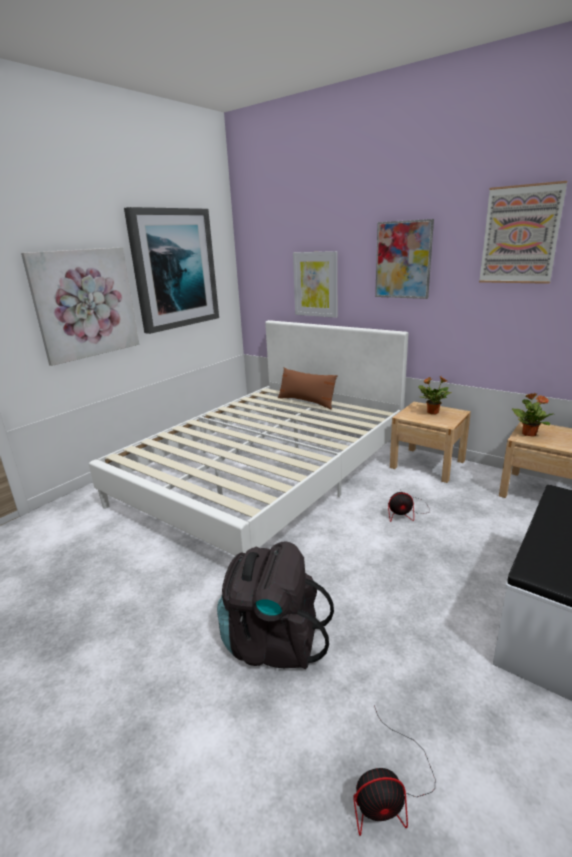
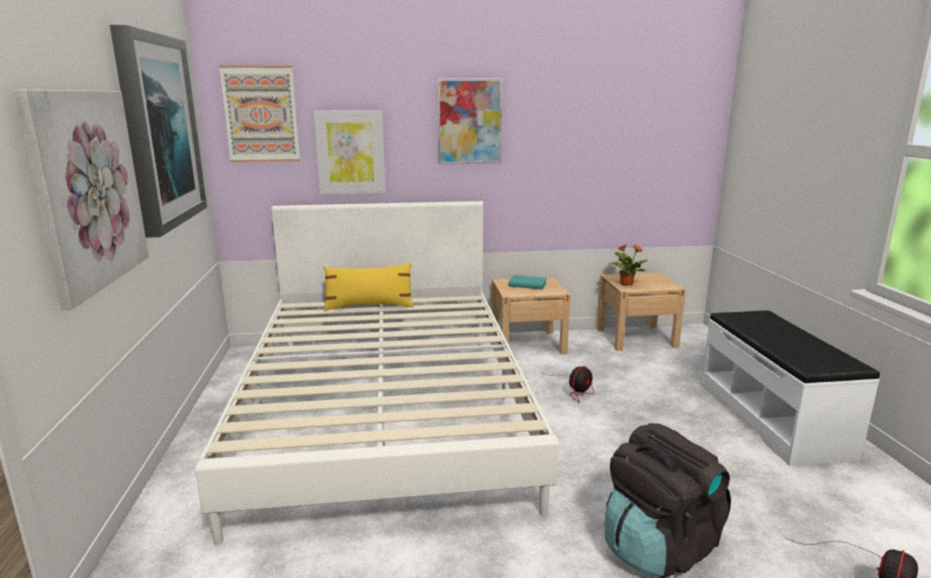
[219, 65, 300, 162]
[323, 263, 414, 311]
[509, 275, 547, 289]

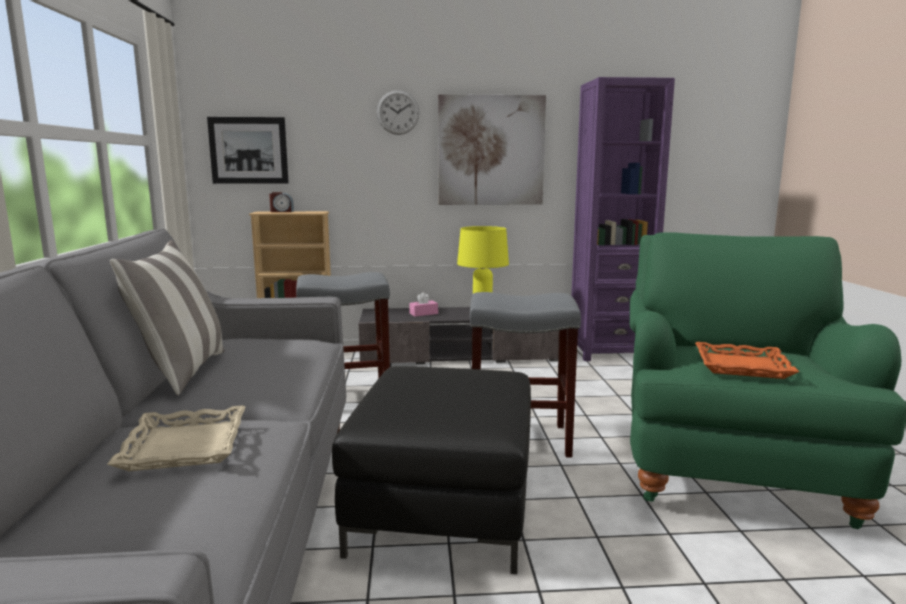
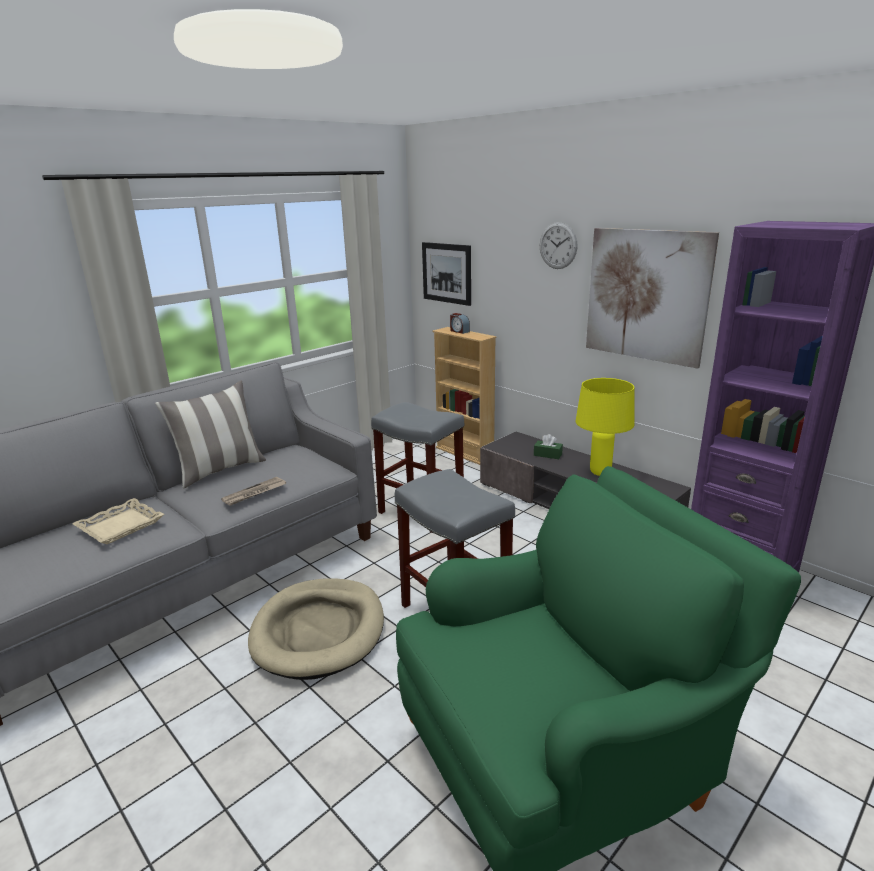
[534, 434, 563, 459]
[695, 342, 799, 379] (first image)
[248, 578, 384, 680]
[221, 477, 286, 506]

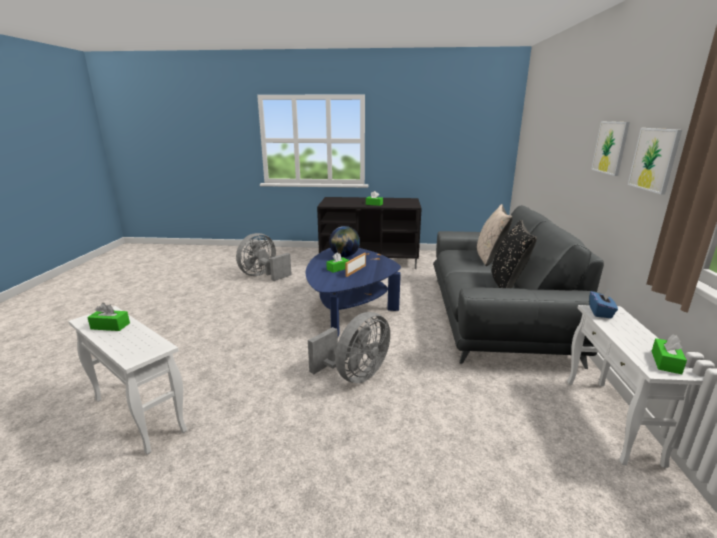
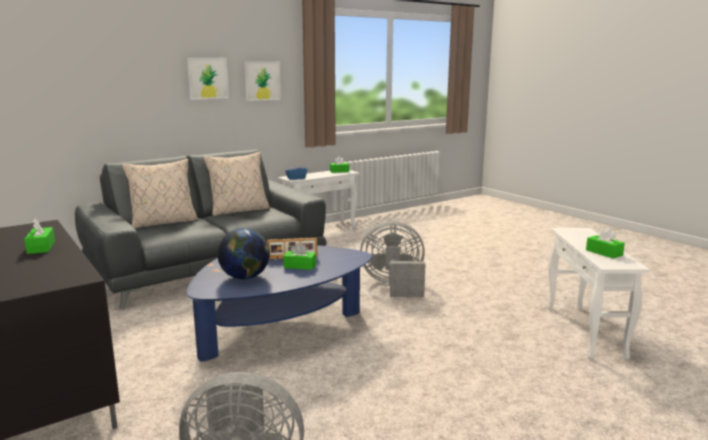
[203, 152, 270, 216]

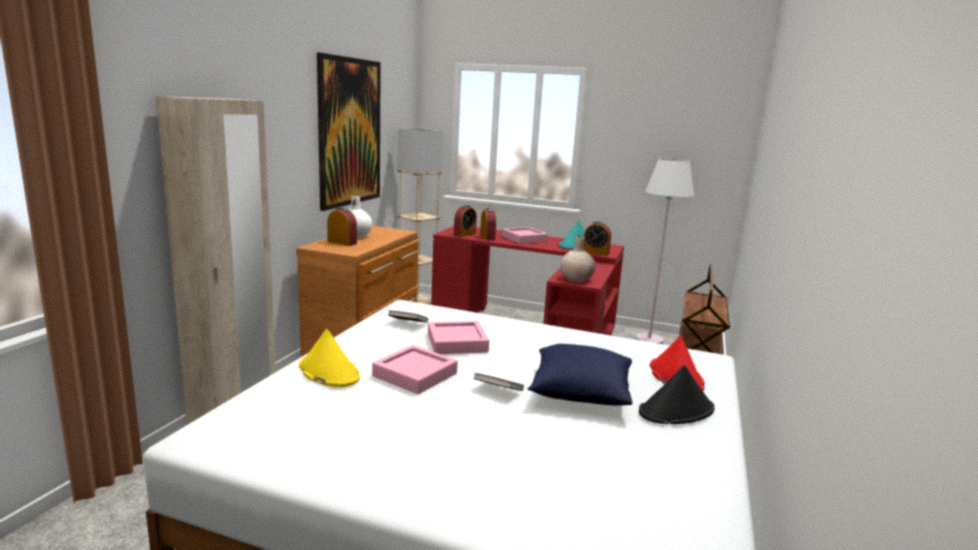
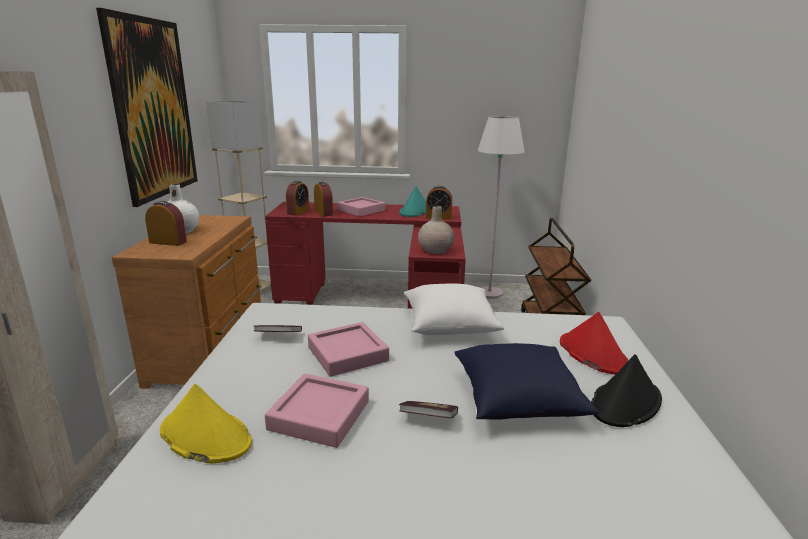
[404, 283, 504, 335]

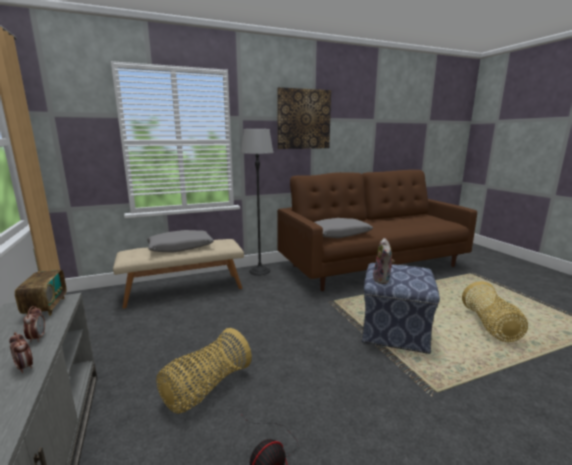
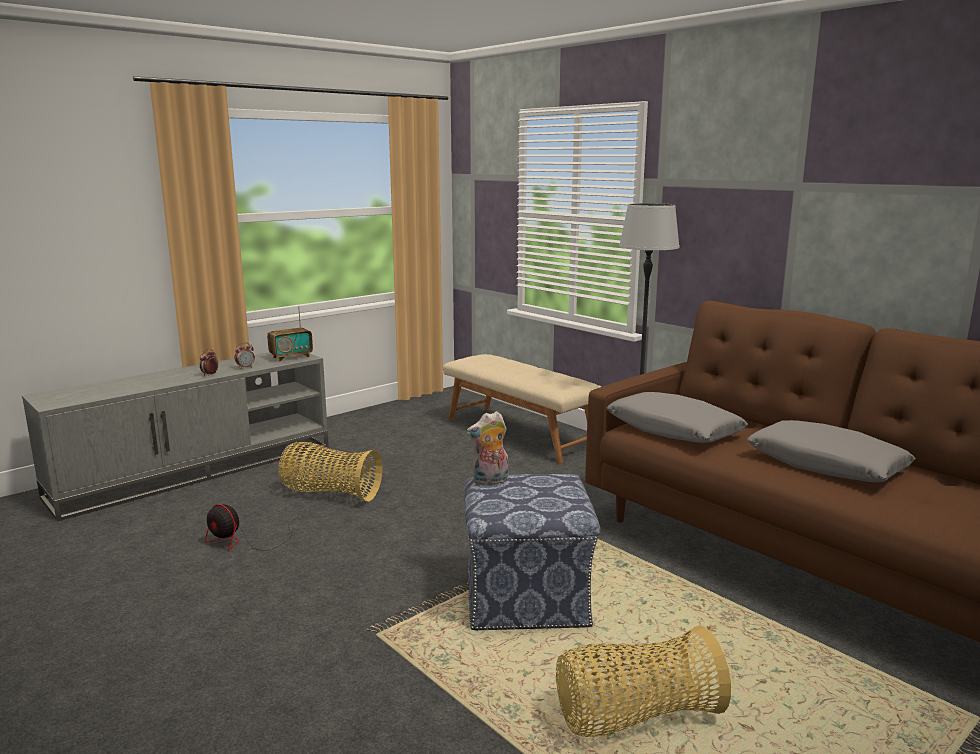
[277, 87, 331, 149] (first image)
[747, 420, 916, 482]

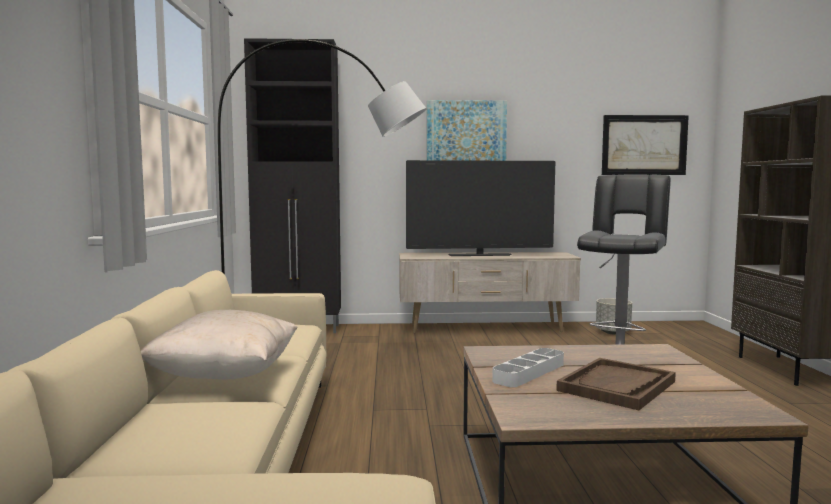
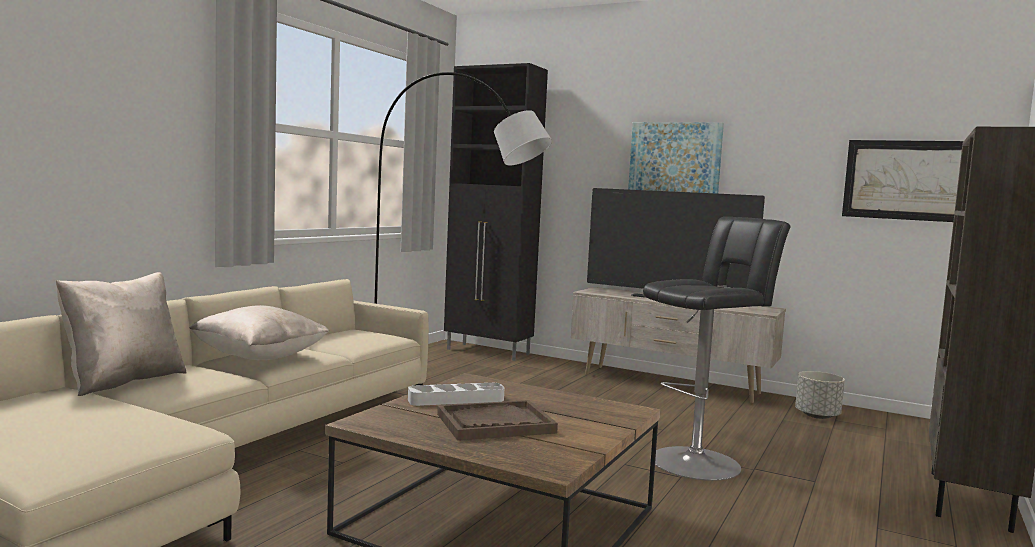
[56, 272, 187, 396]

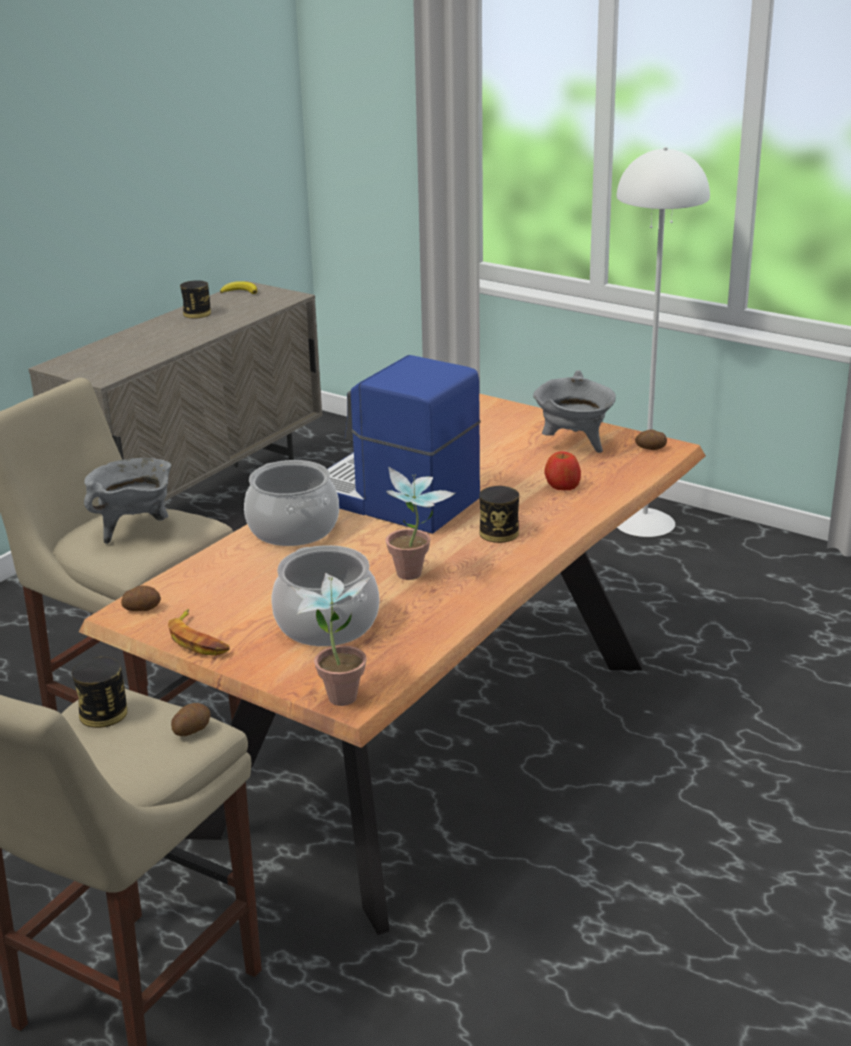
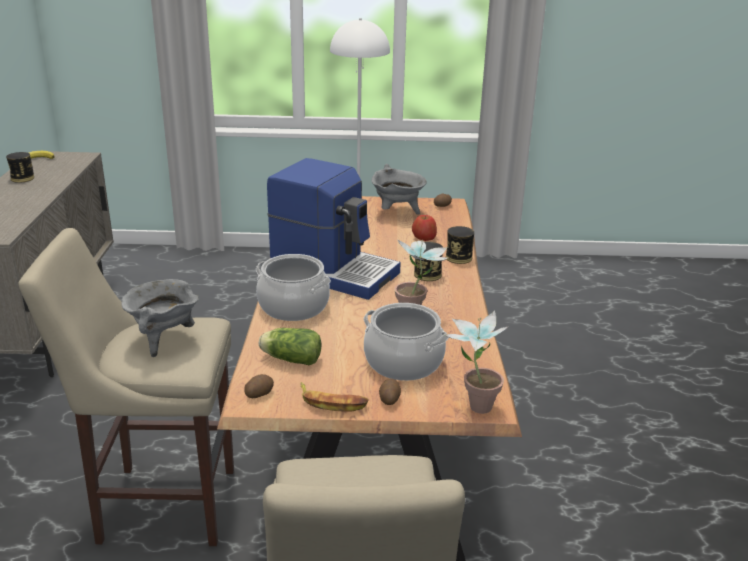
[267, 158, 401, 300]
[446, 226, 474, 264]
[379, 379, 401, 405]
[259, 328, 321, 365]

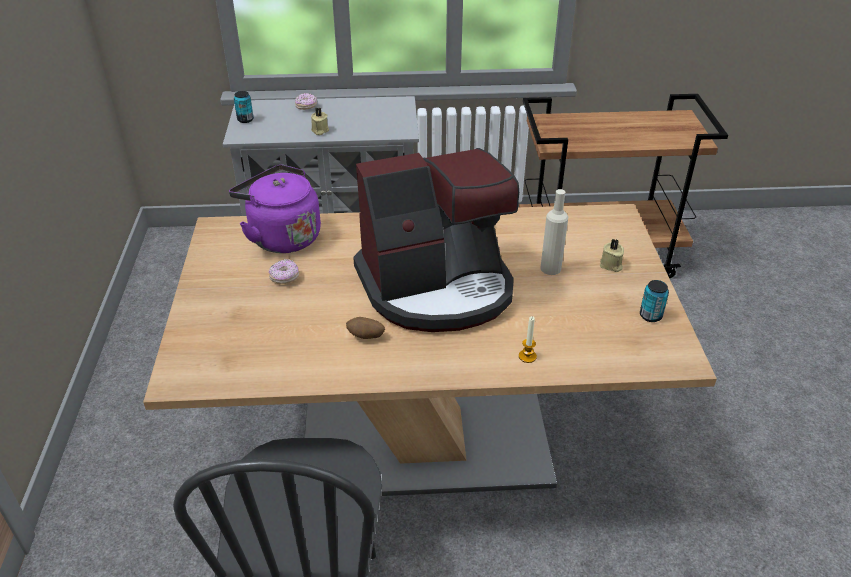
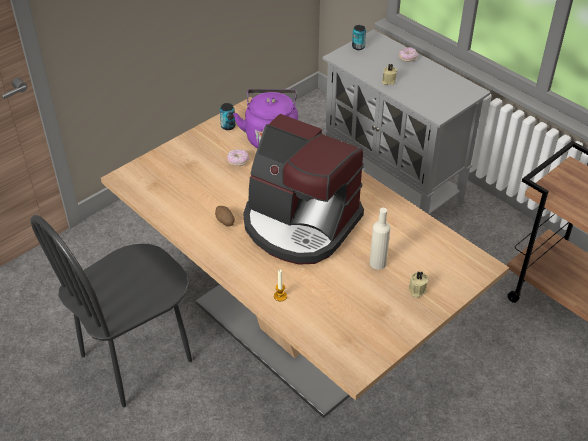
[220, 103, 235, 130]

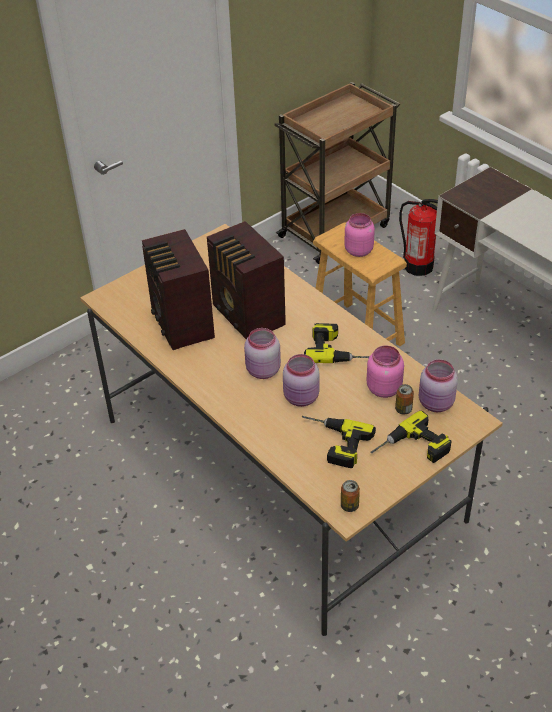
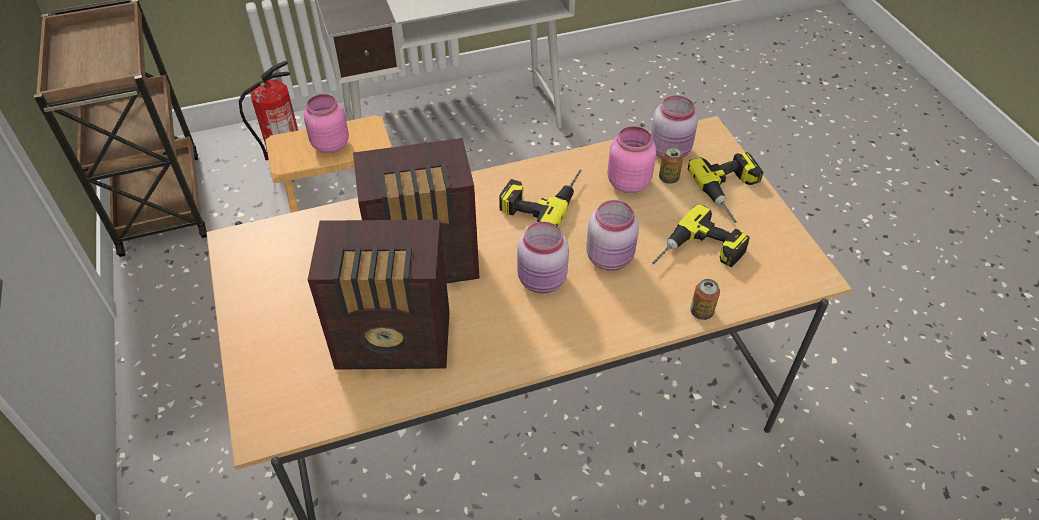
[690, 279, 720, 320]

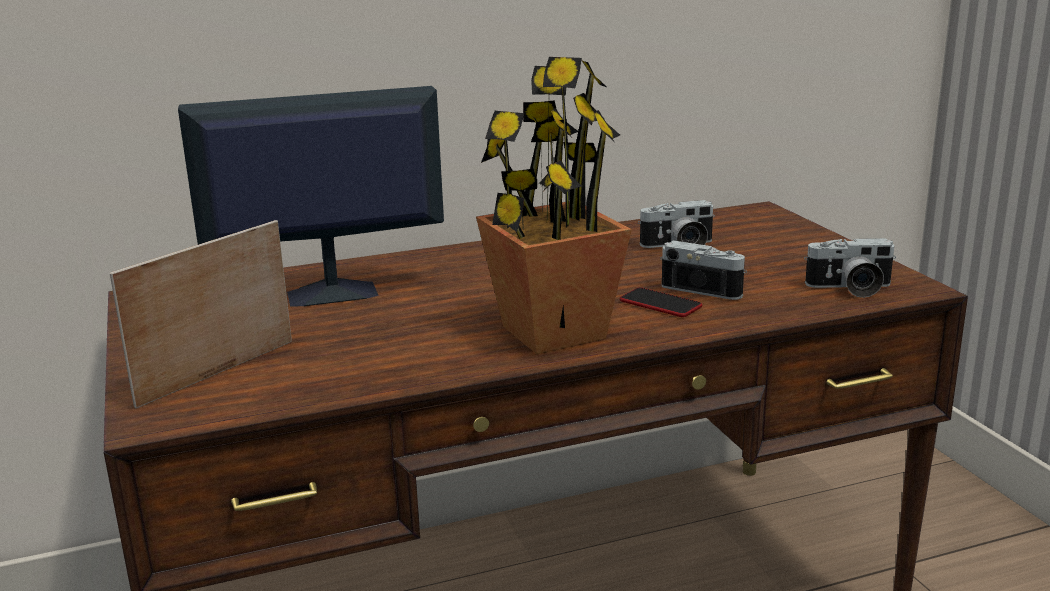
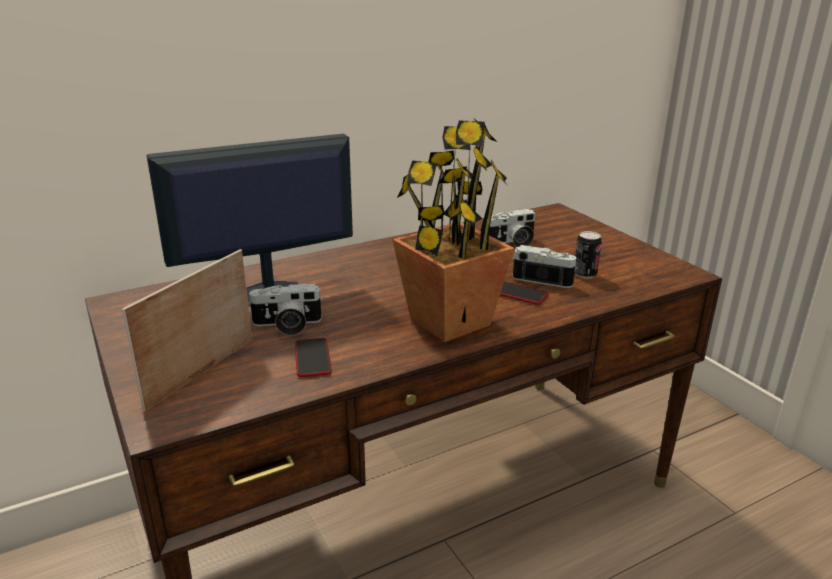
[248, 283, 323, 335]
[575, 231, 602, 279]
[295, 338, 332, 377]

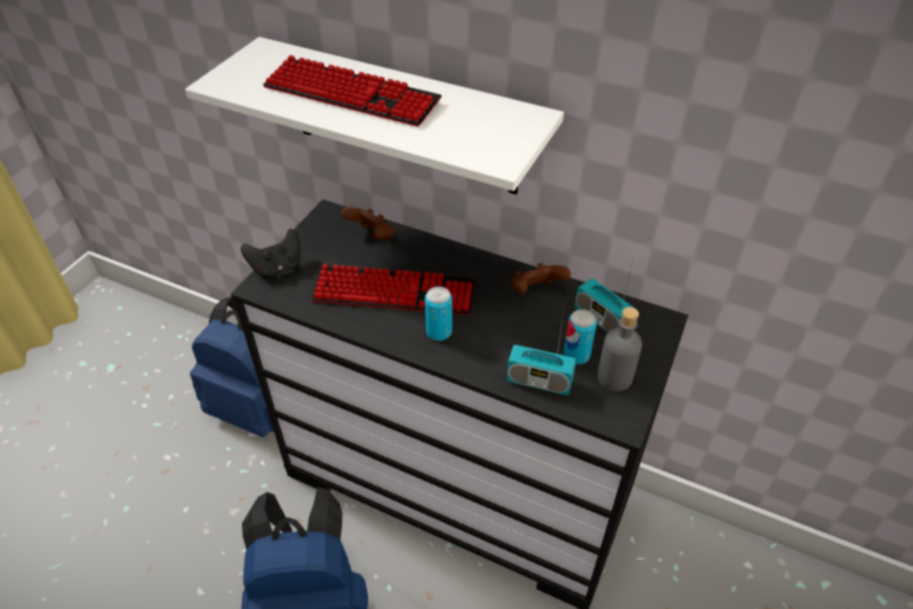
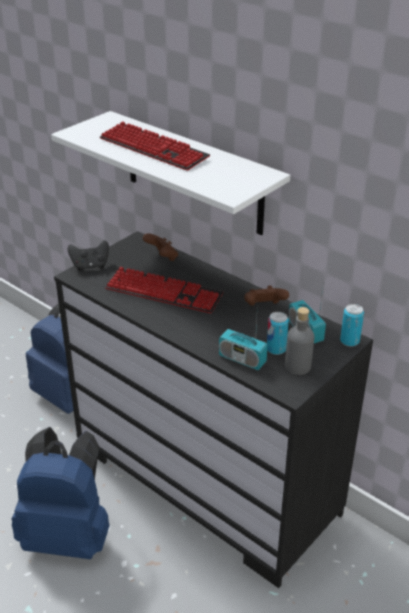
[340, 304, 364, 347]

